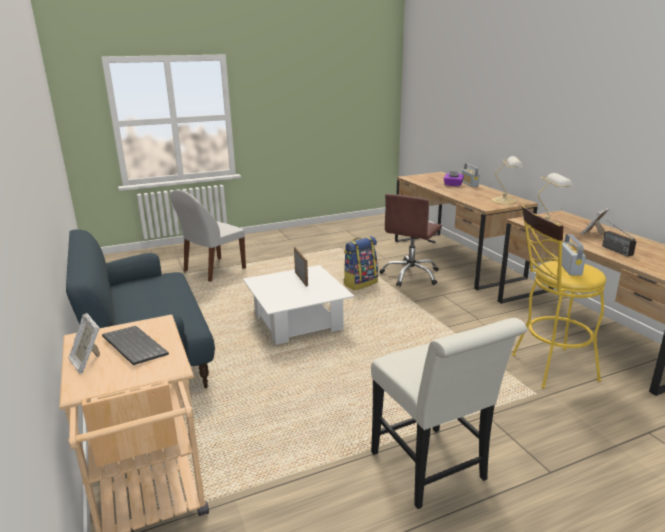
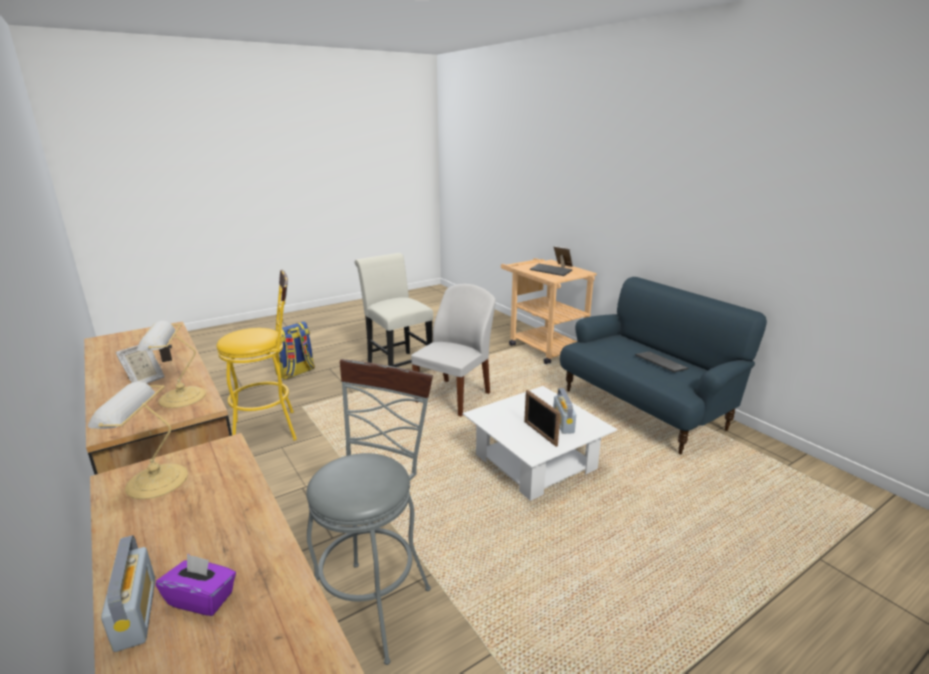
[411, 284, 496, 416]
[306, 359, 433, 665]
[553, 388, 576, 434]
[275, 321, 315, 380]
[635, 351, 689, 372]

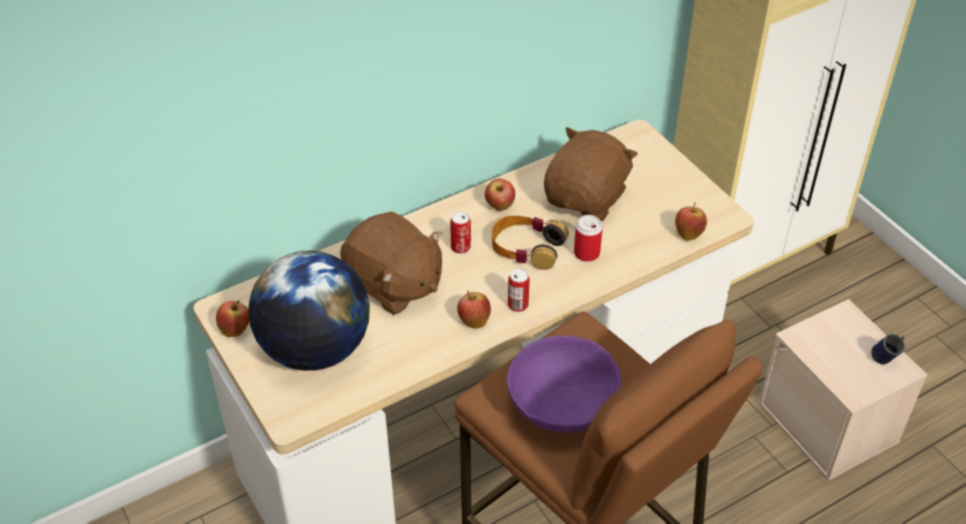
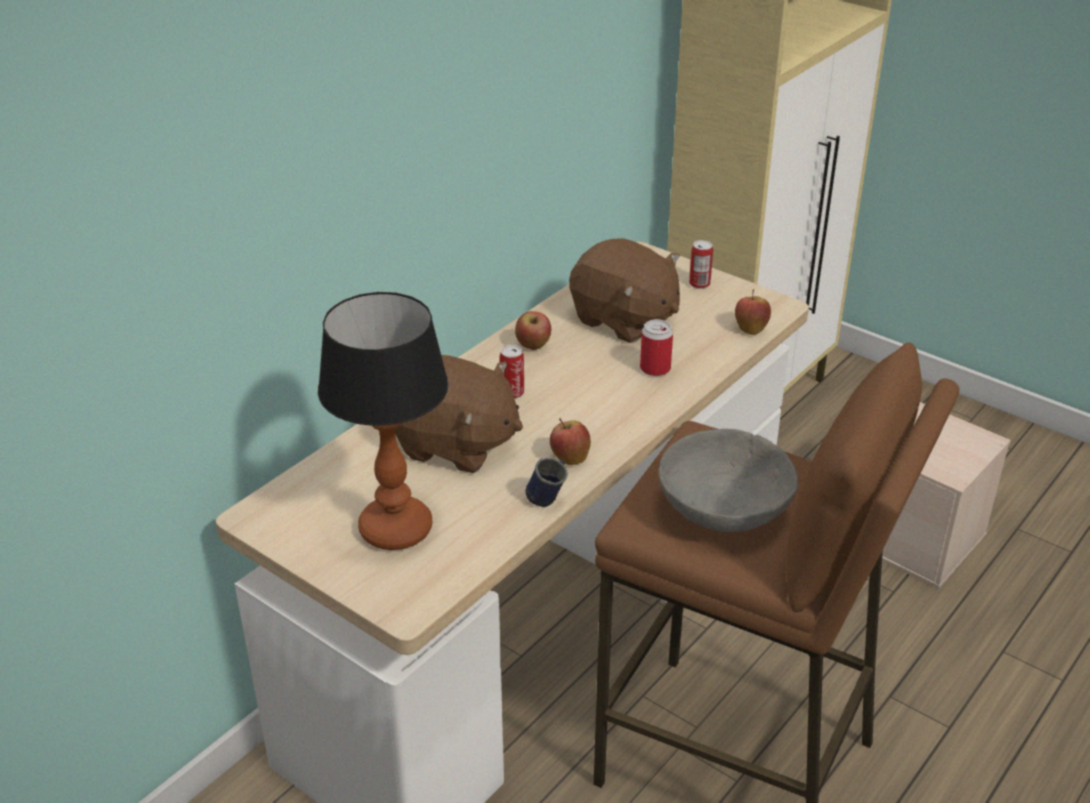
[569, 238, 680, 343]
[492, 216, 569, 270] (first image)
[318, 292, 449, 550]
[689, 240, 713, 289]
[216, 300, 249, 337] (first image)
[526, 458, 568, 507]
[659, 429, 798, 532]

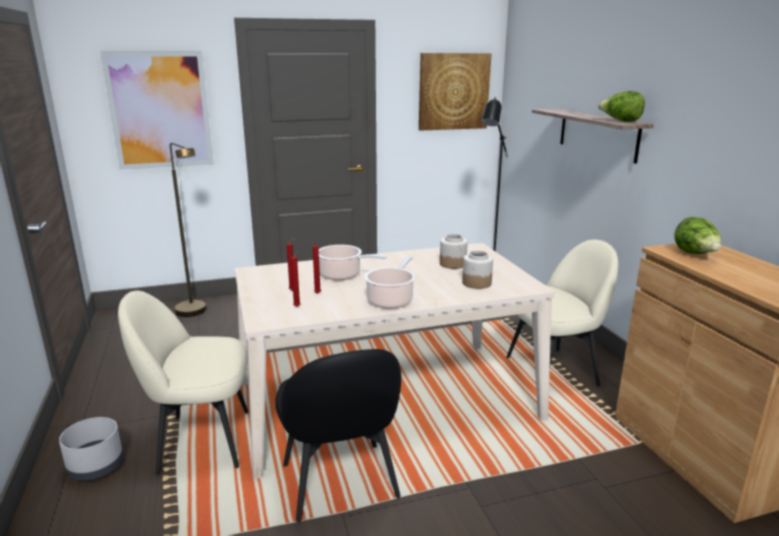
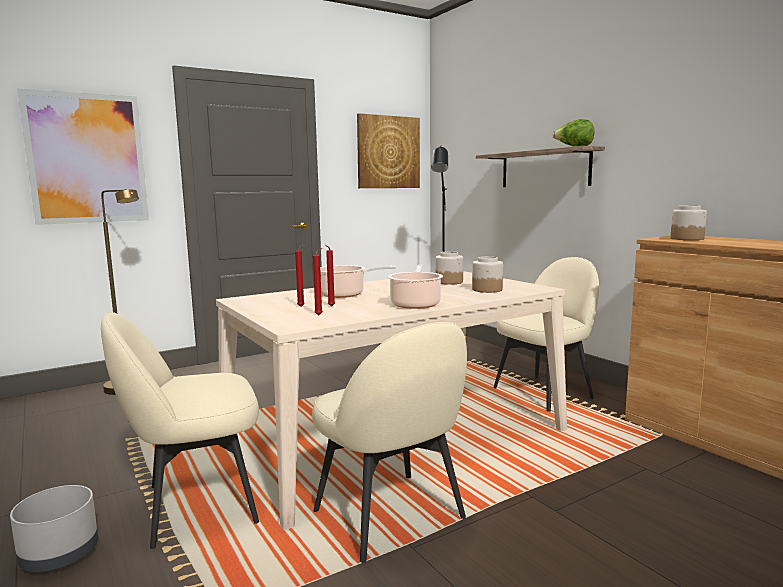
[671, 205, 707, 240]
[312, 322, 467, 563]

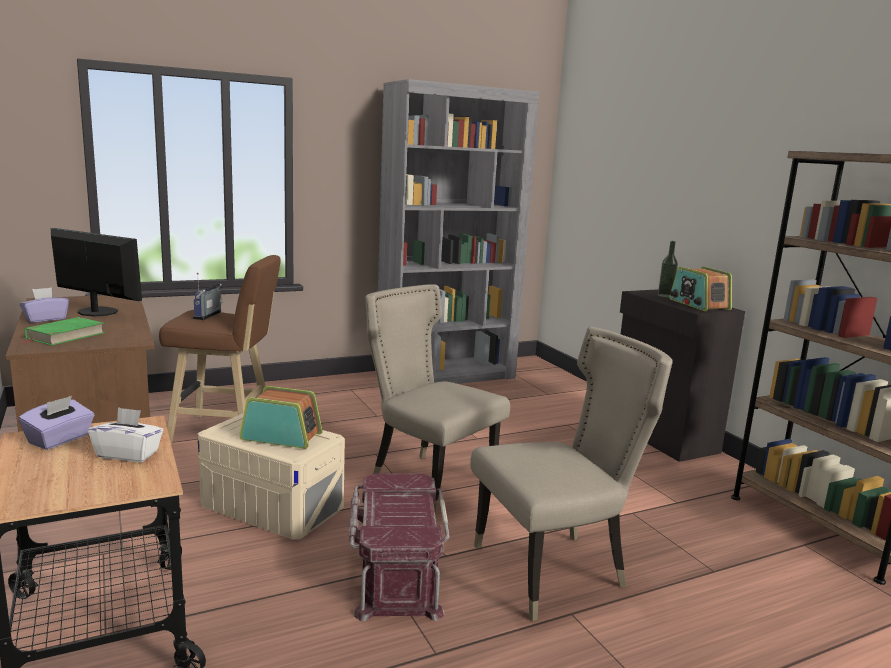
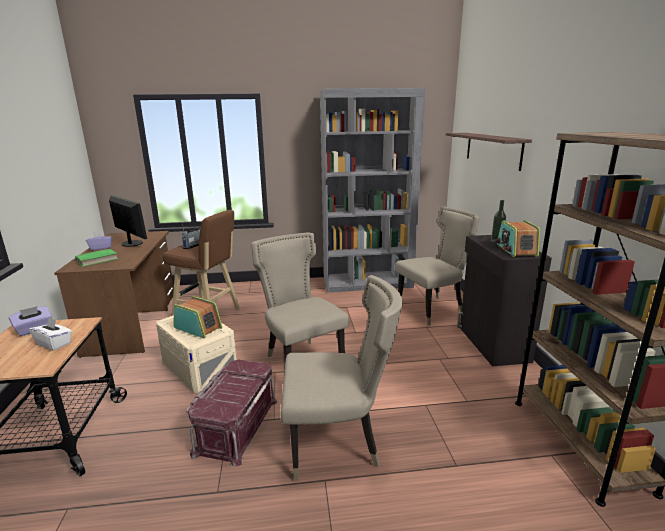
[446, 133, 532, 171]
[395, 206, 480, 326]

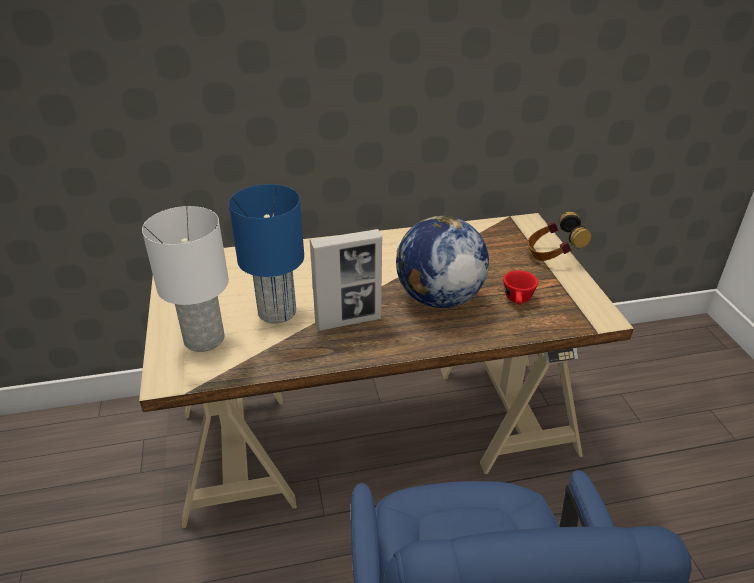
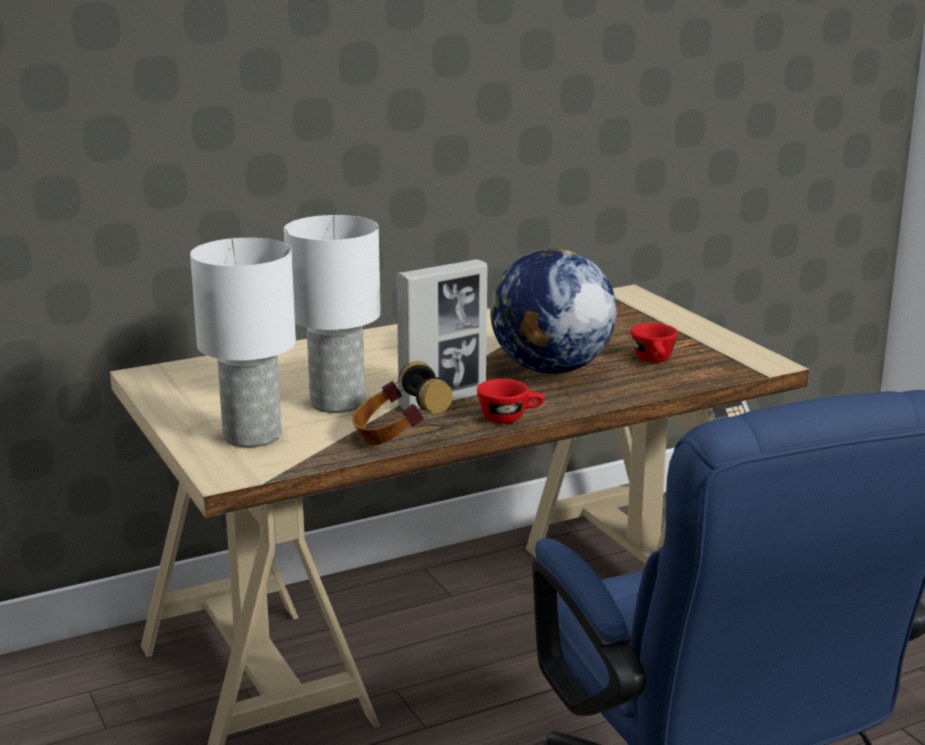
[284, 215, 381, 413]
[352, 361, 453, 446]
[477, 379, 544, 424]

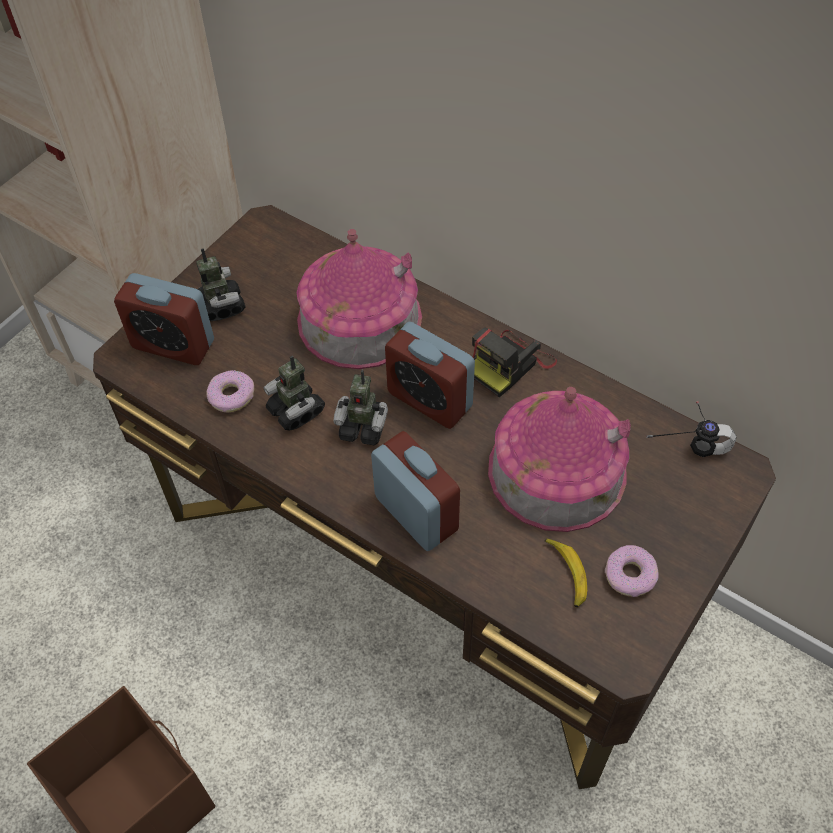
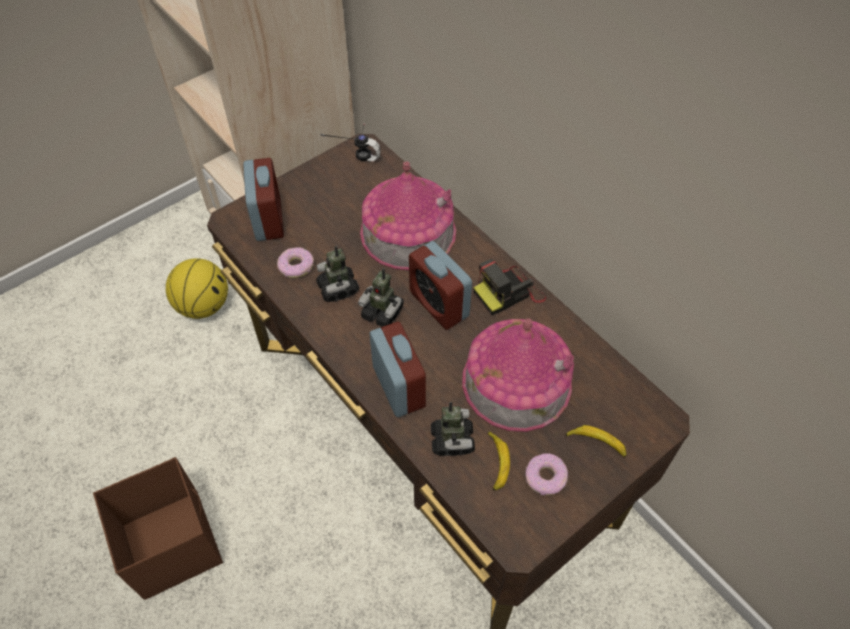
[431, 402, 475, 456]
[243, 158, 284, 241]
[320, 124, 381, 162]
[166, 258, 228, 319]
[566, 425, 627, 457]

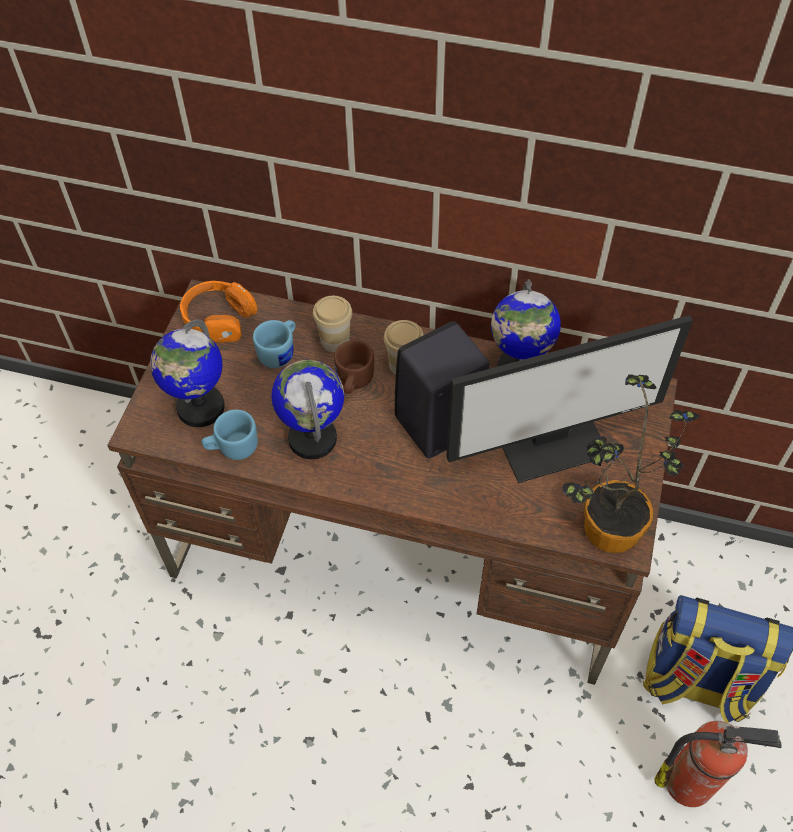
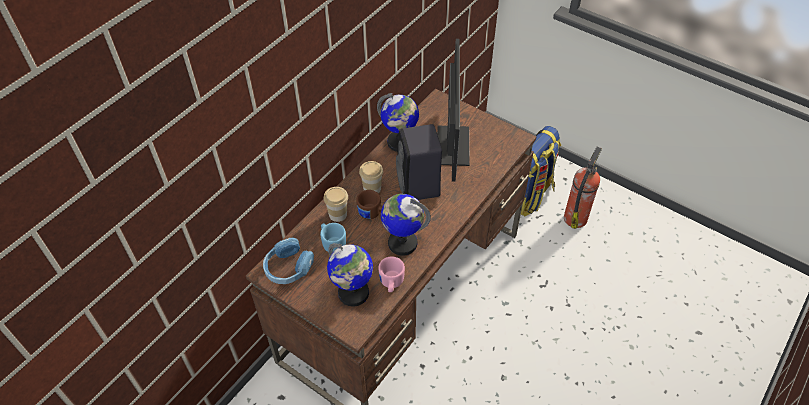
[263, 238, 314, 284]
[562, 374, 699, 553] (first image)
[378, 256, 405, 292]

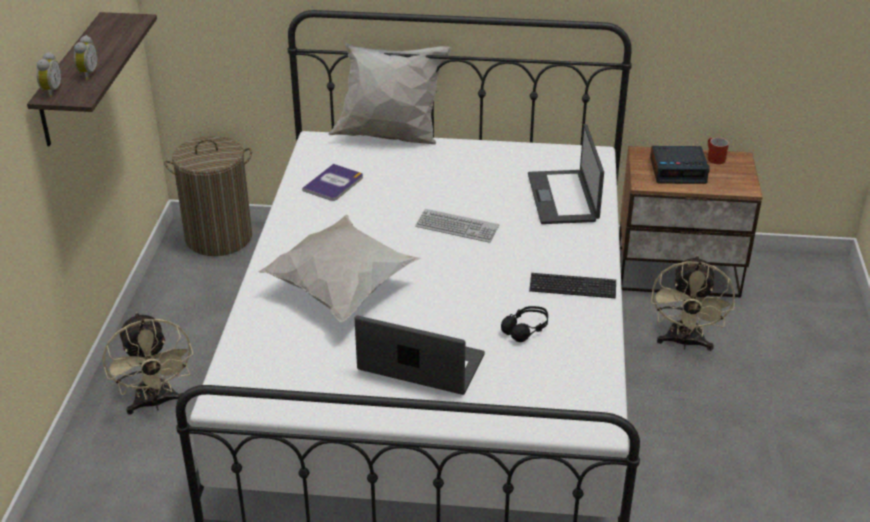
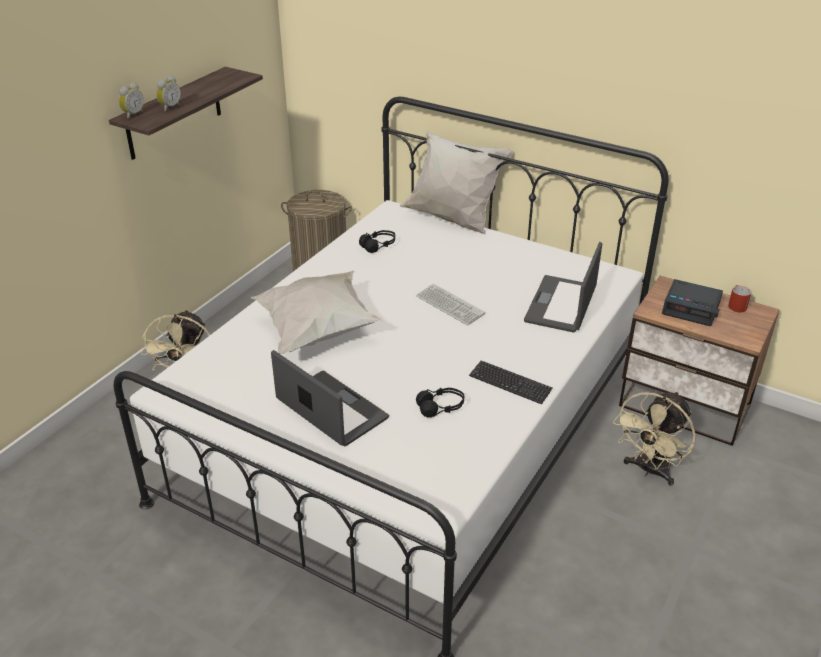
[359, 230, 395, 253]

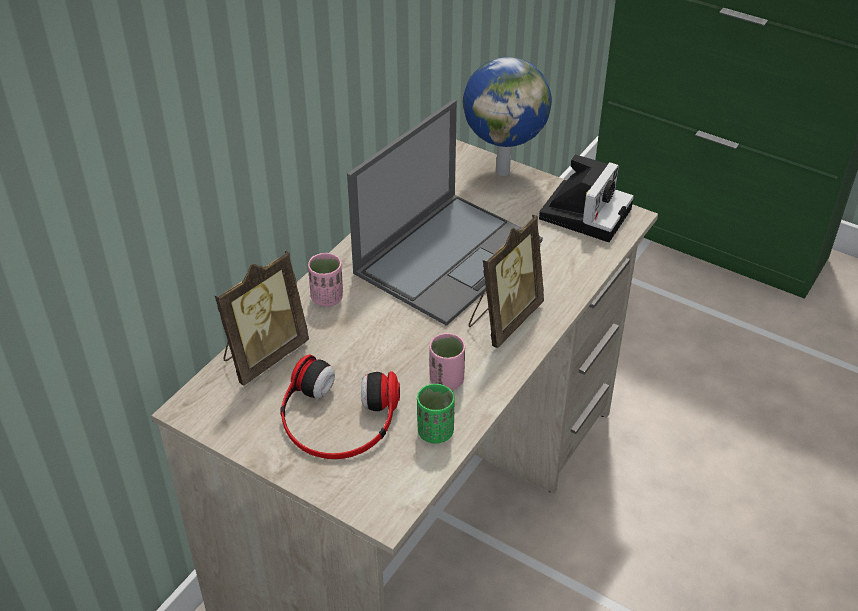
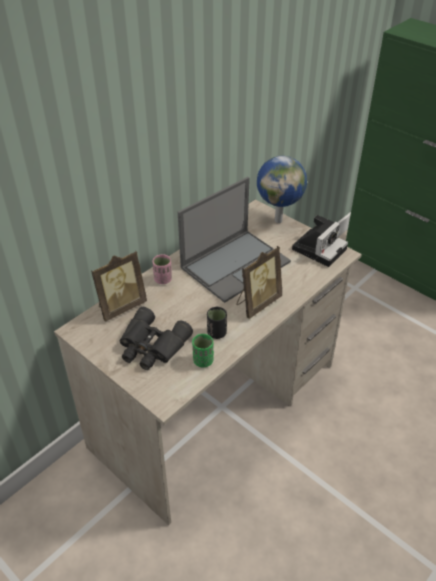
[207, 307, 227, 339]
[120, 307, 193, 370]

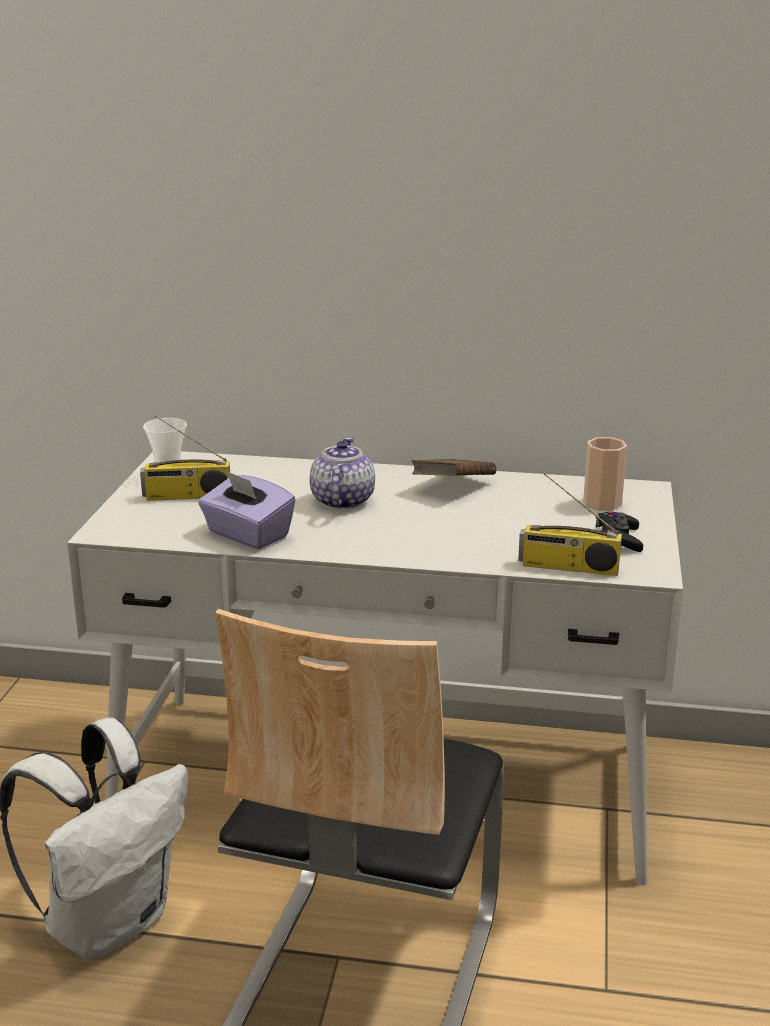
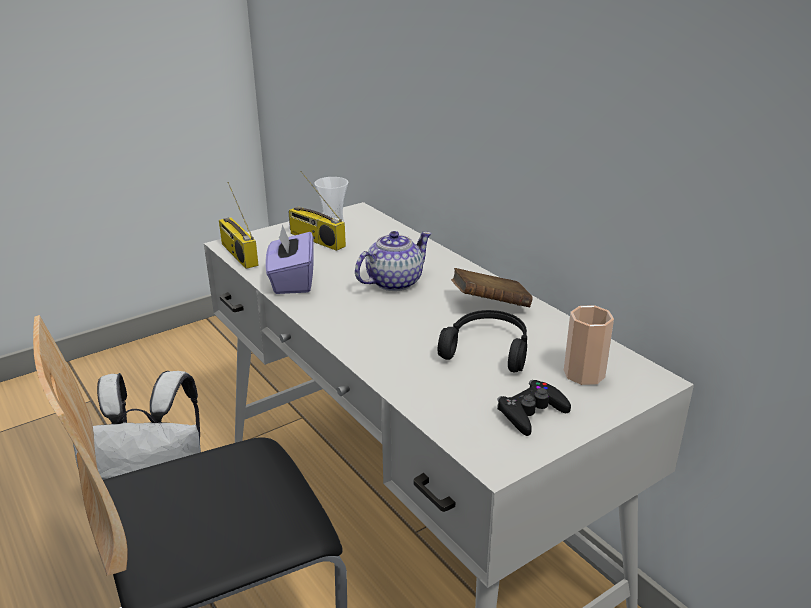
[219, 182, 259, 269]
[438, 310, 527, 372]

